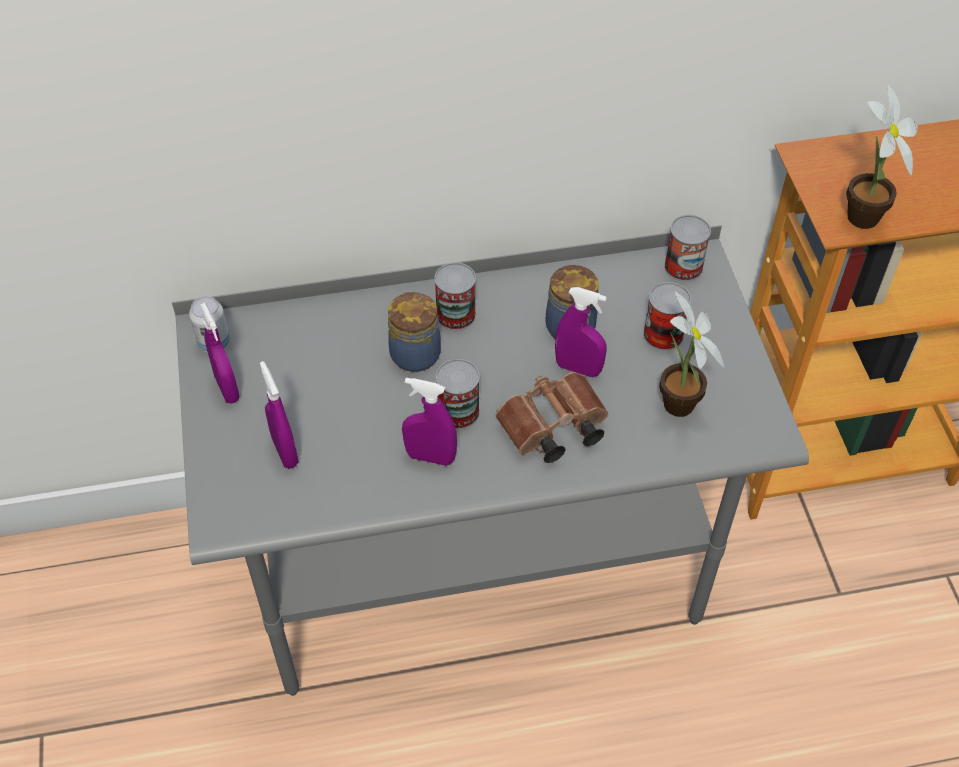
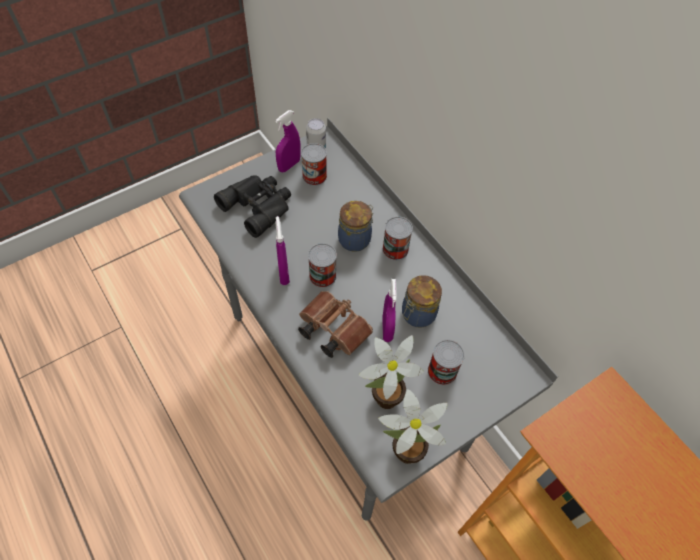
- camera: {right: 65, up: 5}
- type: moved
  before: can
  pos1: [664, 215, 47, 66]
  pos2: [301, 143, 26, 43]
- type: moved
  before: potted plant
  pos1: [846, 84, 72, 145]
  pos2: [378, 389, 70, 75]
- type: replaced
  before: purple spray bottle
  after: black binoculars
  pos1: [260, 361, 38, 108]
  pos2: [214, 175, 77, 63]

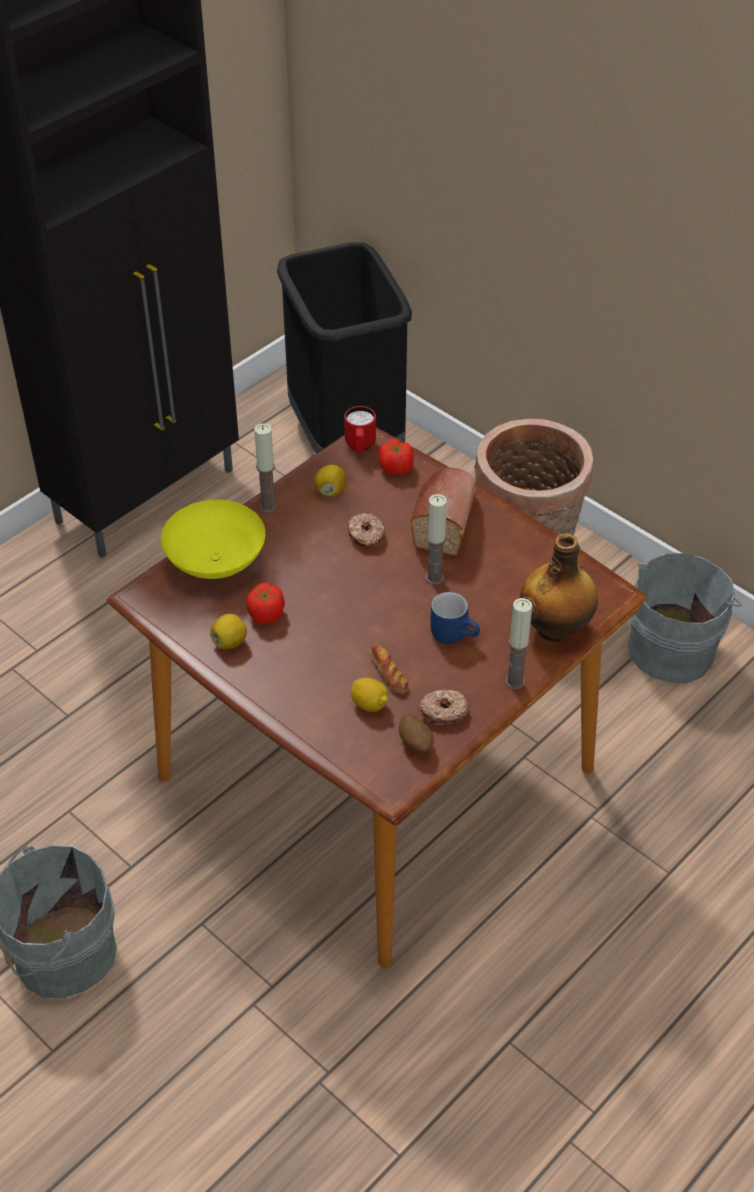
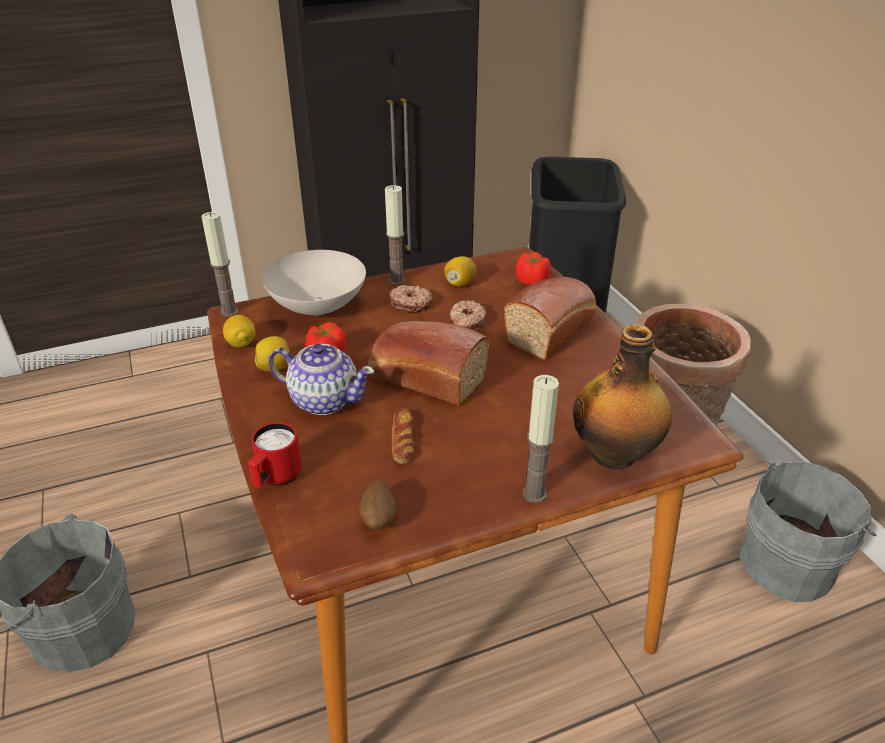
- camera: {right: 25, up: -10}
- type: removed
  before: blue mug
  pos1: [430, 592, 50, 52]
- type: added
  after: teapot
  pos2: [269, 344, 106, 71]
- type: added
  after: bread
  pos2: [368, 321, 122, 85]
- type: moved
  before: red mug
  pos1: [344, 406, 32, 47]
  pos2: [248, 422, 54, 66]
- type: moved
  before: lemon
  pos1: [351, 678, 37, 34]
  pos2: [223, 315, 32, 32]
- type: moved
  before: donut
  pos1: [419, 689, 50, 37]
  pos2: [389, 285, 44, 27]
- type: moved
  before: candle
  pos1: [426, 494, 21, 91]
  pos2: [201, 212, 38, 104]
- type: recoloured
  before: yellow bowl
  after: white bowl
  pos1: [161, 500, 104, 79]
  pos2: [262, 250, 104, 65]

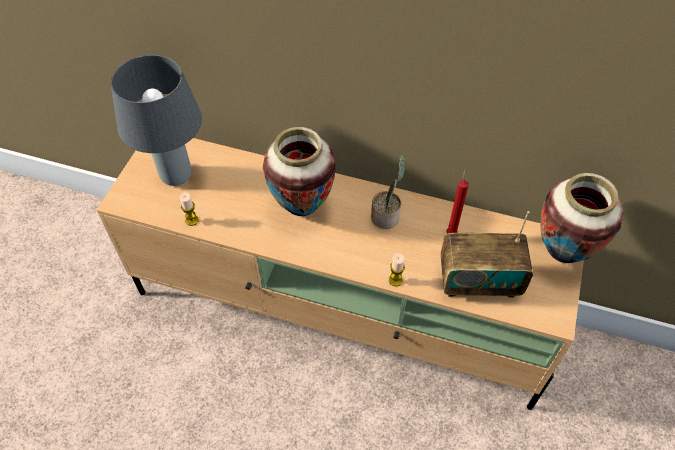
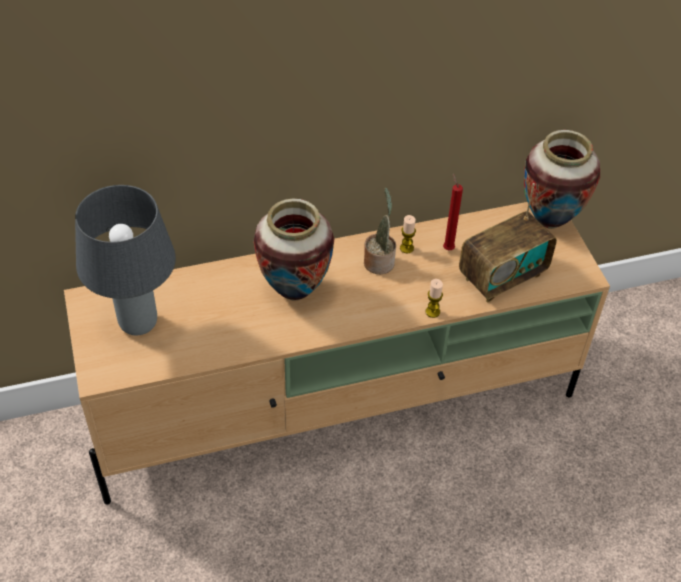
- camera: {right: -35, up: -5}
- type: moved
  before: candle
  pos1: [180, 192, 19, 34]
  pos2: [400, 215, 16, 39]

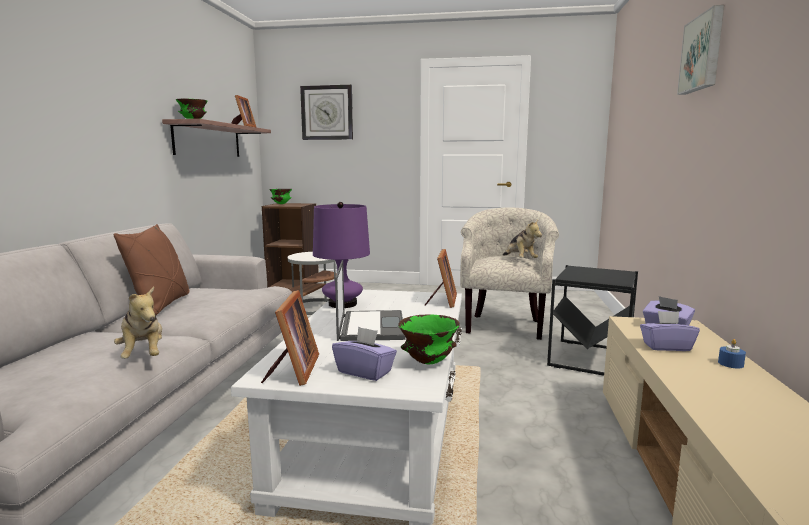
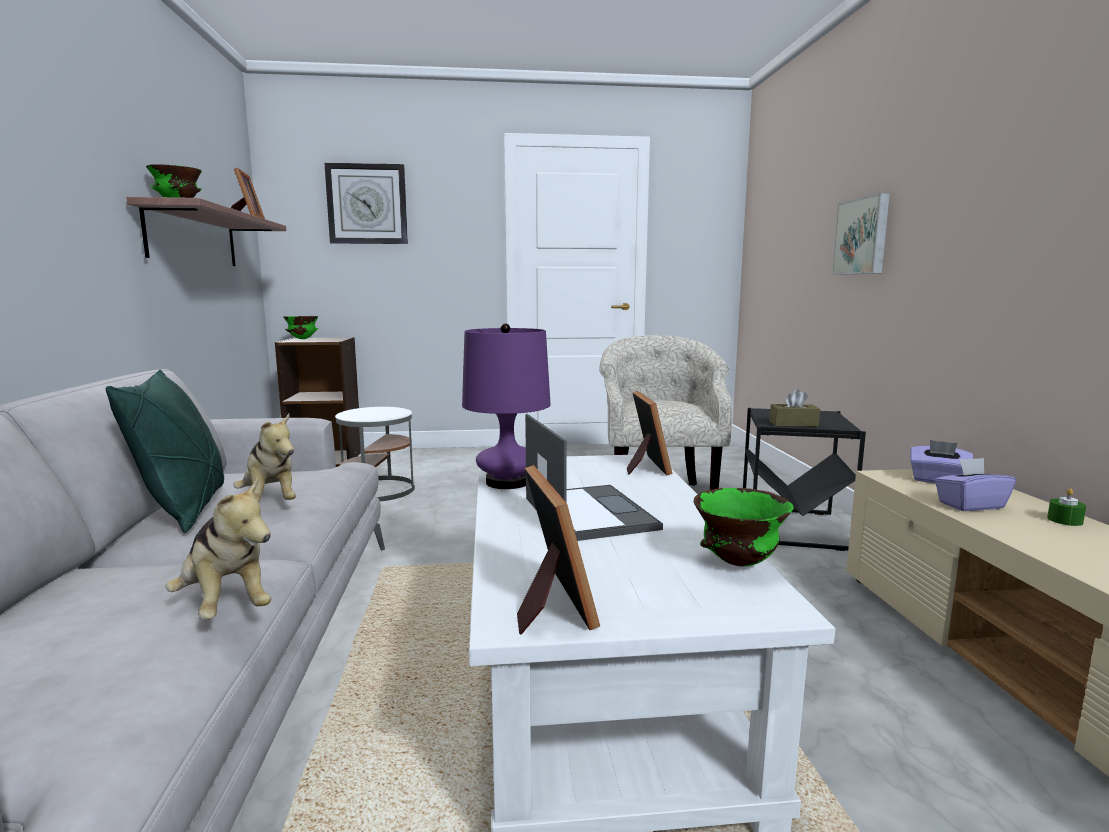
- camera: {right: -15, up: 0}
- type: removed
  before: purple tissue box
  pos1: [332, 326, 65, 55]
- type: added
  after: brown tissue box
  pos2: [770, 389, 50, 38]
- type: moved
  before: plush toy
  pos1: [503, 220, 39, 38]
  pos2: [233, 414, 63, 88]
- type: moved
  before: picture
  pos1: [677, 5, 47, 90]
  pos2: [832, 193, 58, 82]
- type: recoloured
  before: brown pillow
  after: green pillow
  pos1: [114, 224, 76, 91]
  pos2: [106, 370, 118, 163]
- type: recoloured
  before: blue candle
  after: green candle
  pos1: [718, 339, 28, 29]
  pos2: [1047, 488, 39, 38]

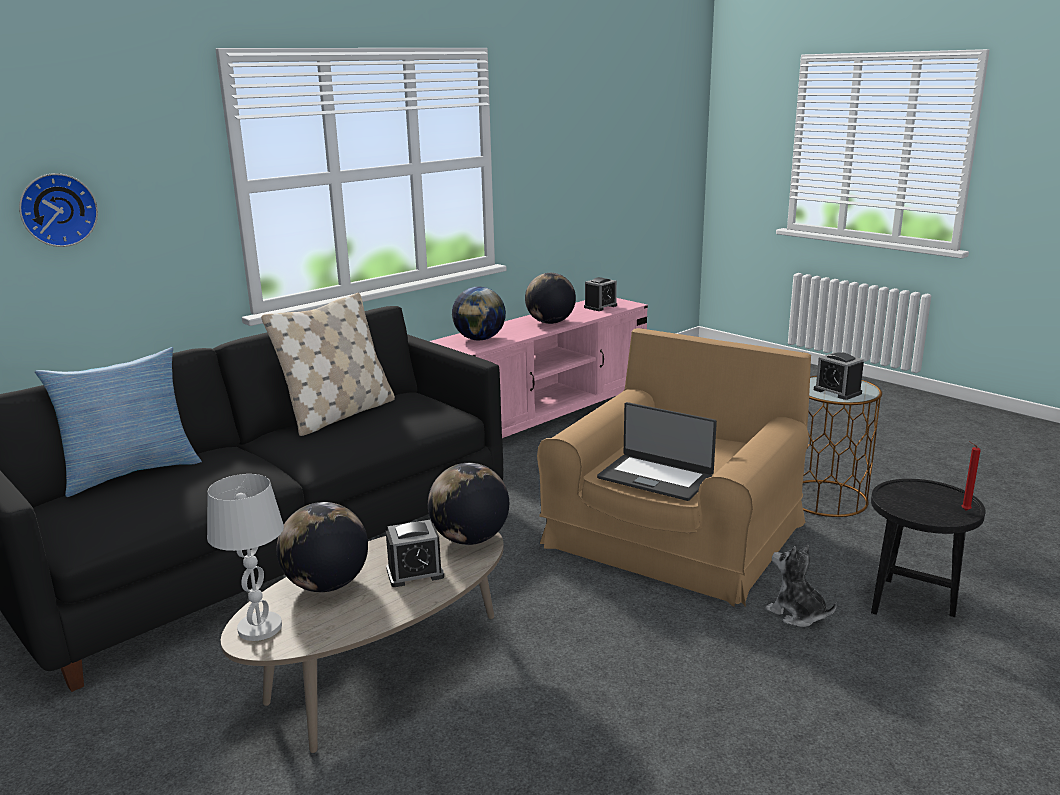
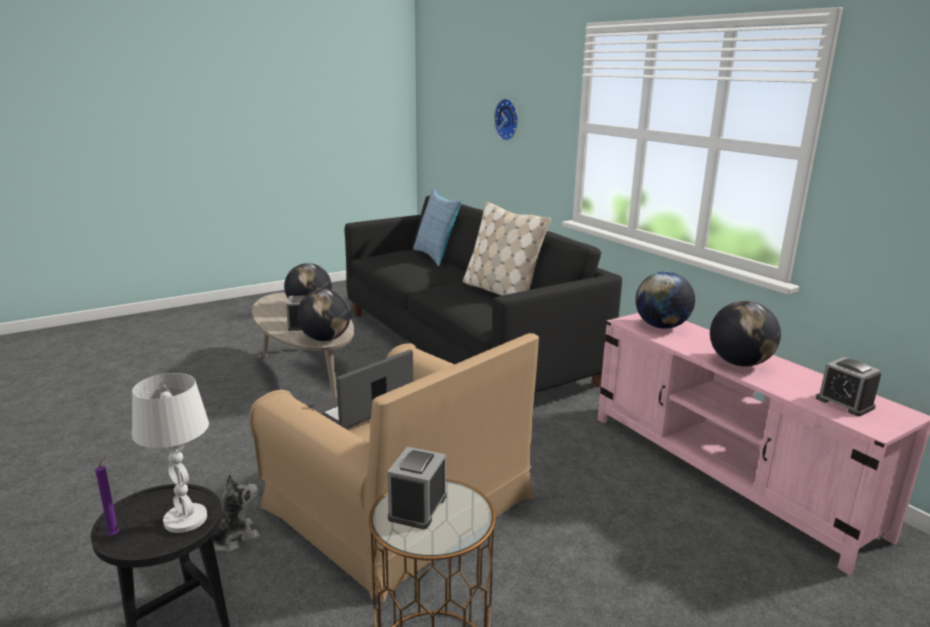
- camera: {right: 100, up: 0}
- type: moved
  before: white table lamp
  pos1: [207, 474, 77, 167]
  pos2: [132, 373, 77, 160]
- type: recoloured
  before: red candle
  after: purple candle
  pos1: [961, 441, 20, 69]
  pos2: [95, 456, 24, 79]
- type: turned
  before: alarm clock
  pos1: [814, 352, 50, 48]
  pos2: [387, 447, 59, 82]
  turn: -45

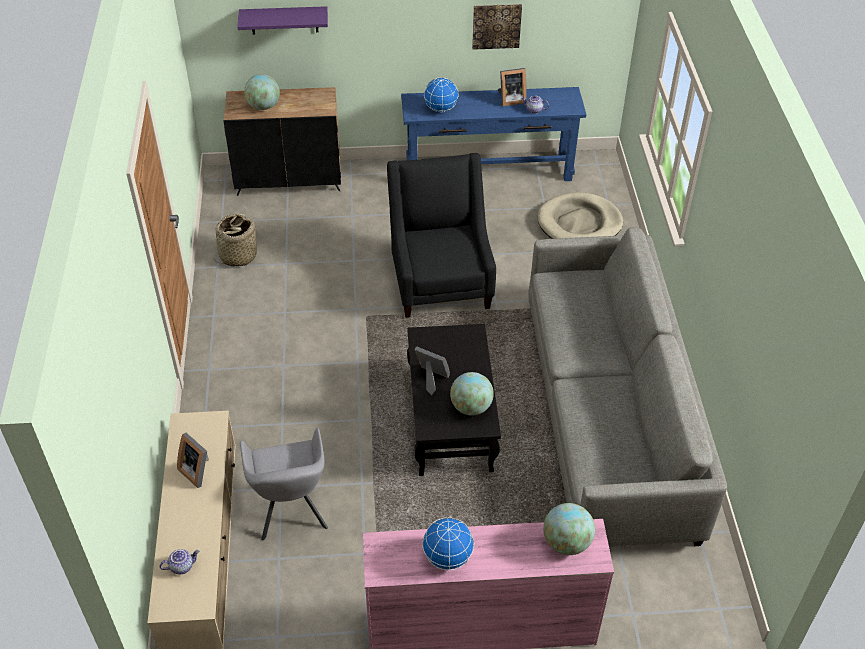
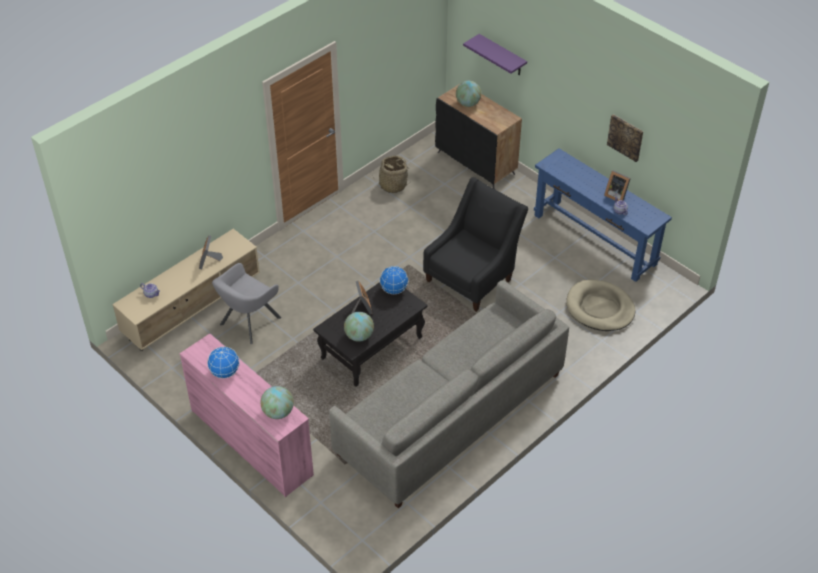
- camera: {right: 50, up: 0}
- type: moved
  before: globe
  pos1: [424, 77, 34, 35]
  pos2: [380, 266, 29, 28]

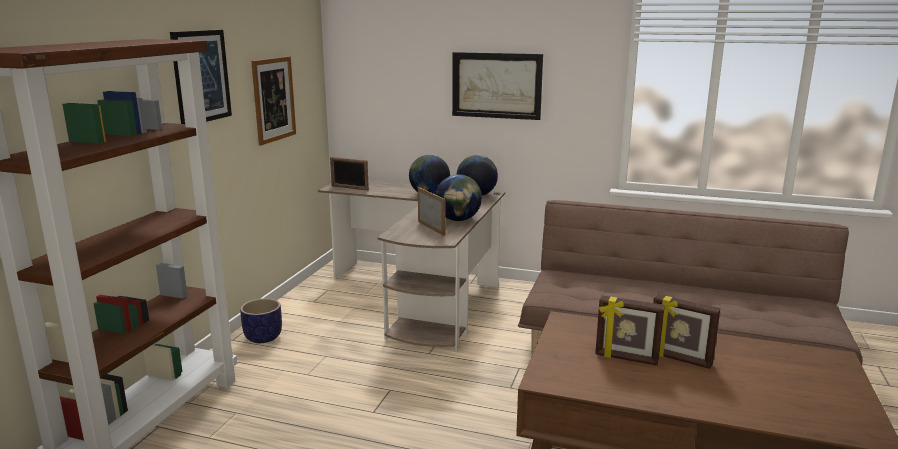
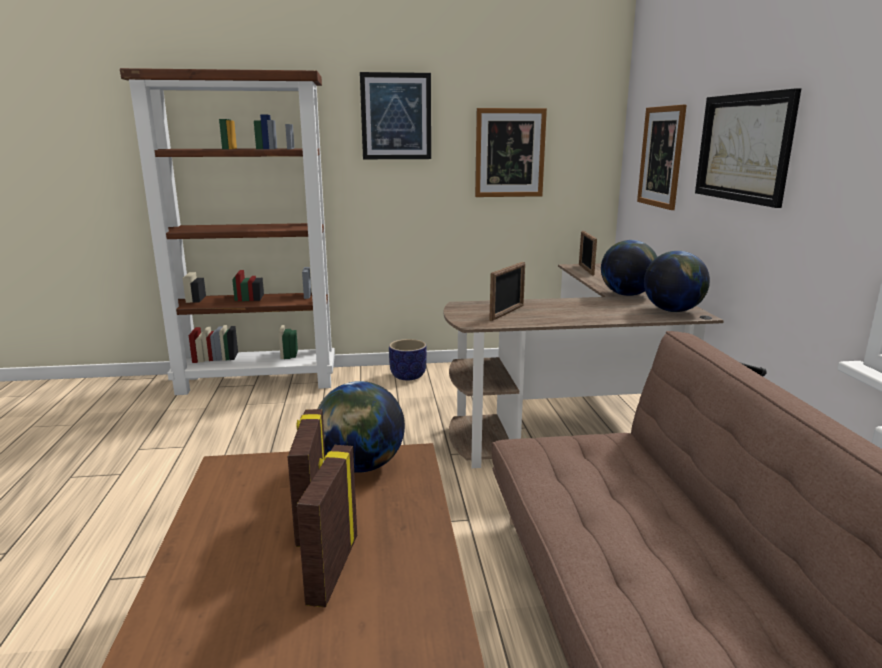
- camera: {right: 65, up: 0}
- type: added
  after: picture
  pos2: [637, 105, 50, 105]
- type: moved
  before: globe
  pos1: [435, 174, 47, 47]
  pos2: [318, 381, 87, 92]

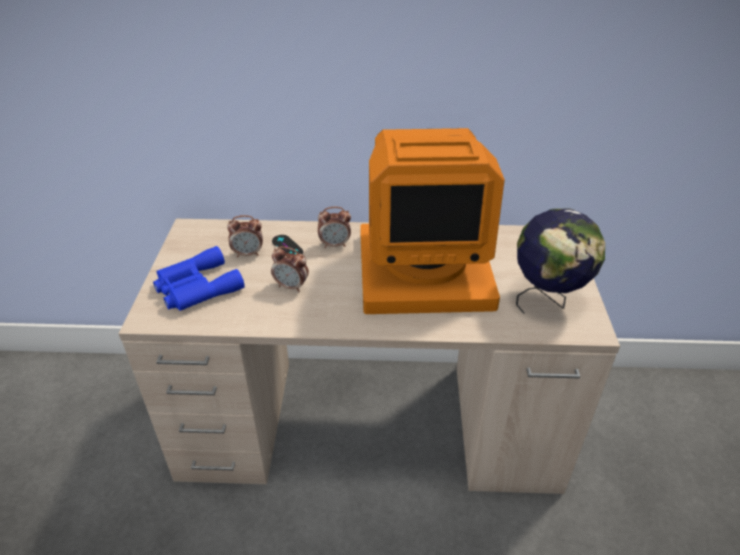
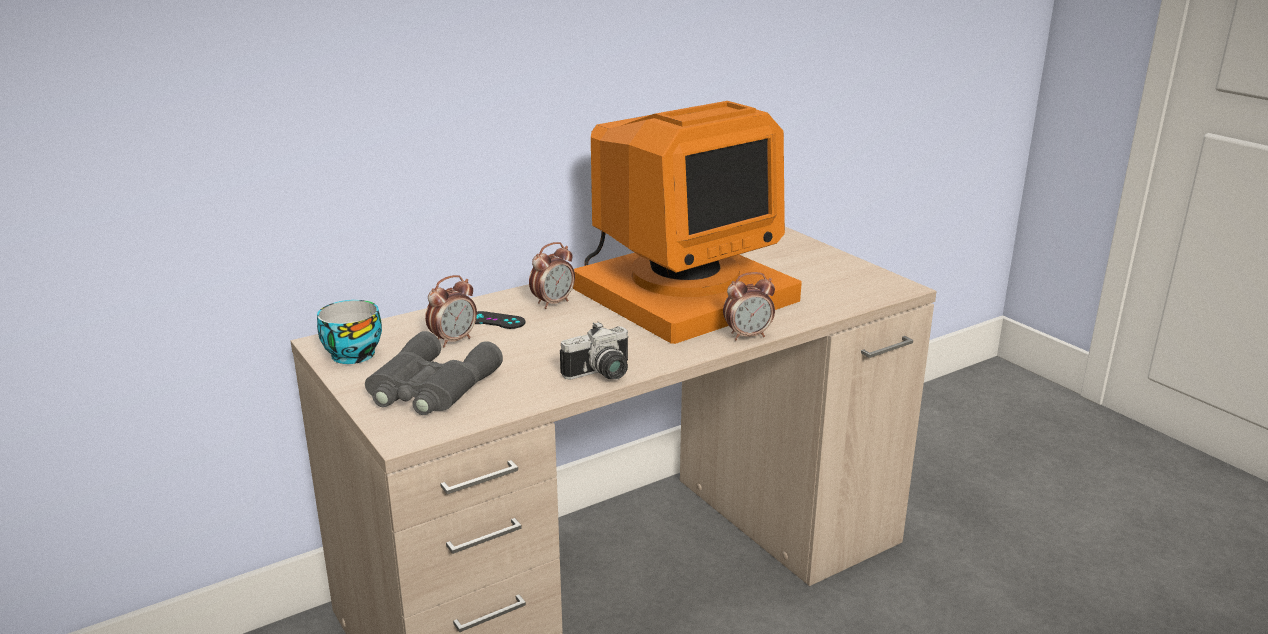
- camera: {right: -35, up: -15}
- type: removed
  before: globe
  pos1: [516, 209, 89, 105]
- type: added
  after: cup
  pos2: [317, 300, 65, 64]
- type: added
  after: photo camera
  pos2: [560, 322, 69, 58]
- type: moved
  before: alarm clock
  pos1: [271, 246, 38, 46]
  pos2: [723, 272, 52, 68]
- type: recoloured
  before: blue binoculars
  after: grey binoculars
  pos1: [153, 246, 92, 65]
  pos2: [365, 331, 138, 84]

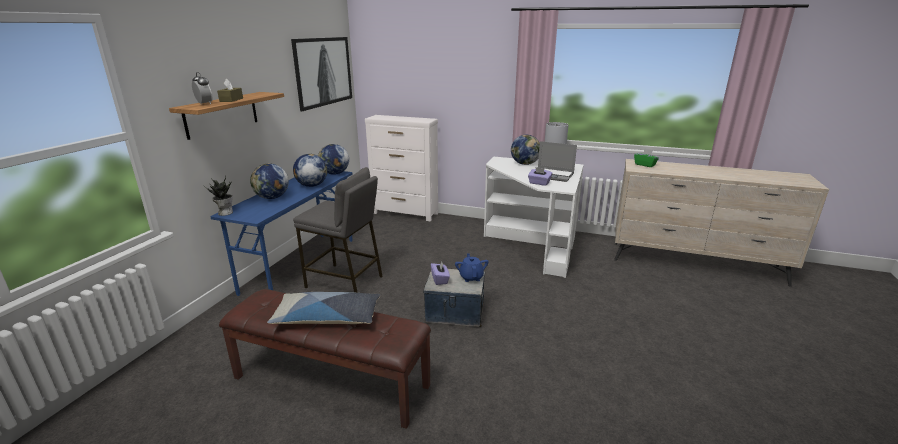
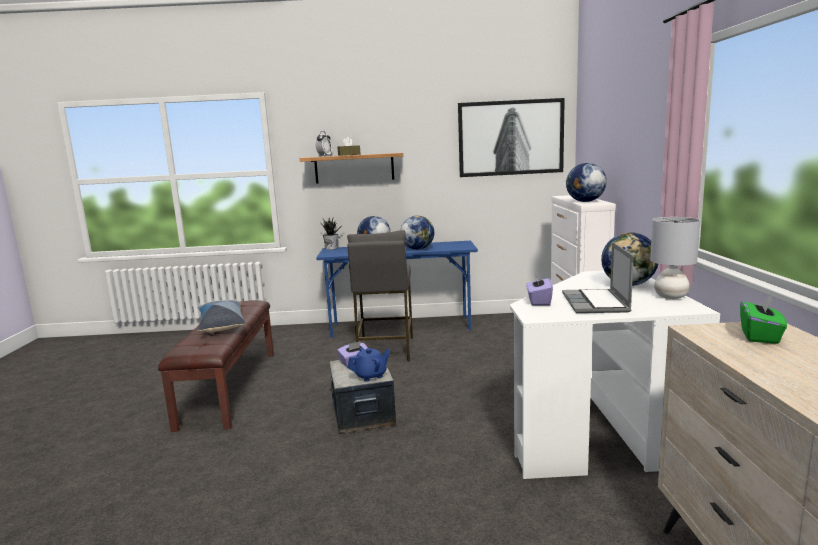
- camera: {right: 70, up: -10}
- type: moved
  before: globe
  pos1: [318, 144, 31, 31]
  pos2: [566, 163, 41, 39]

